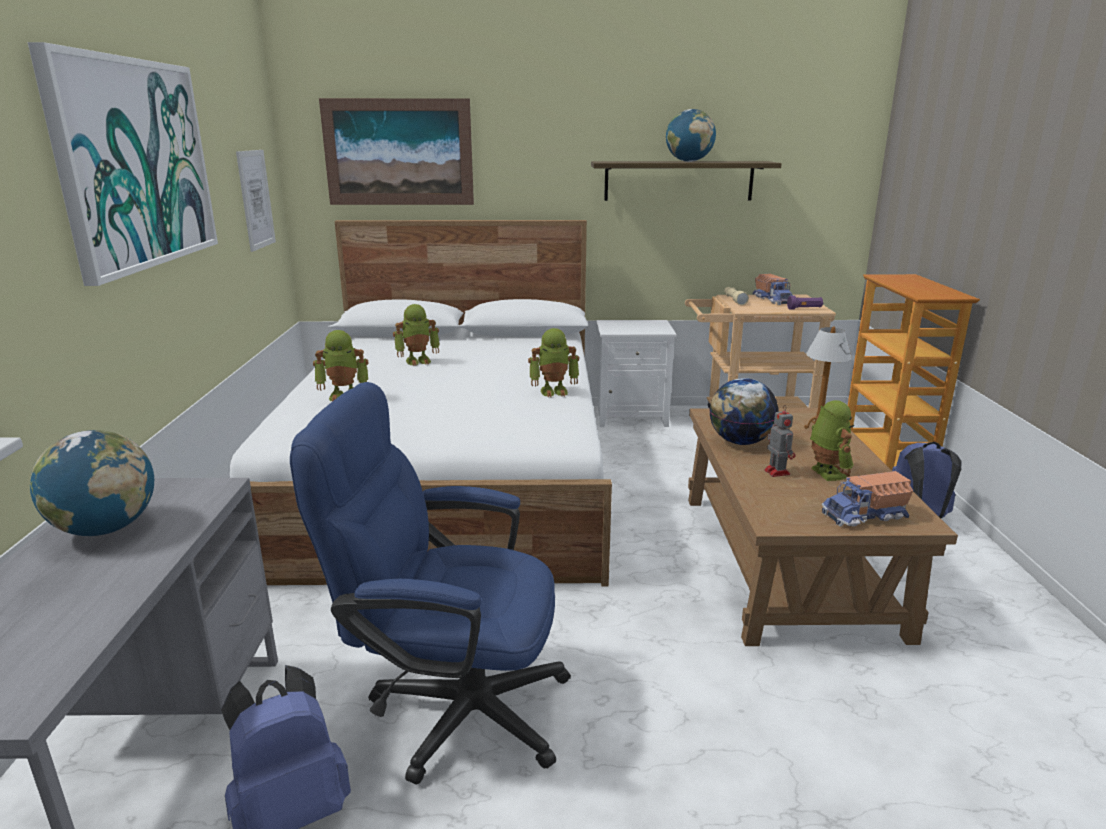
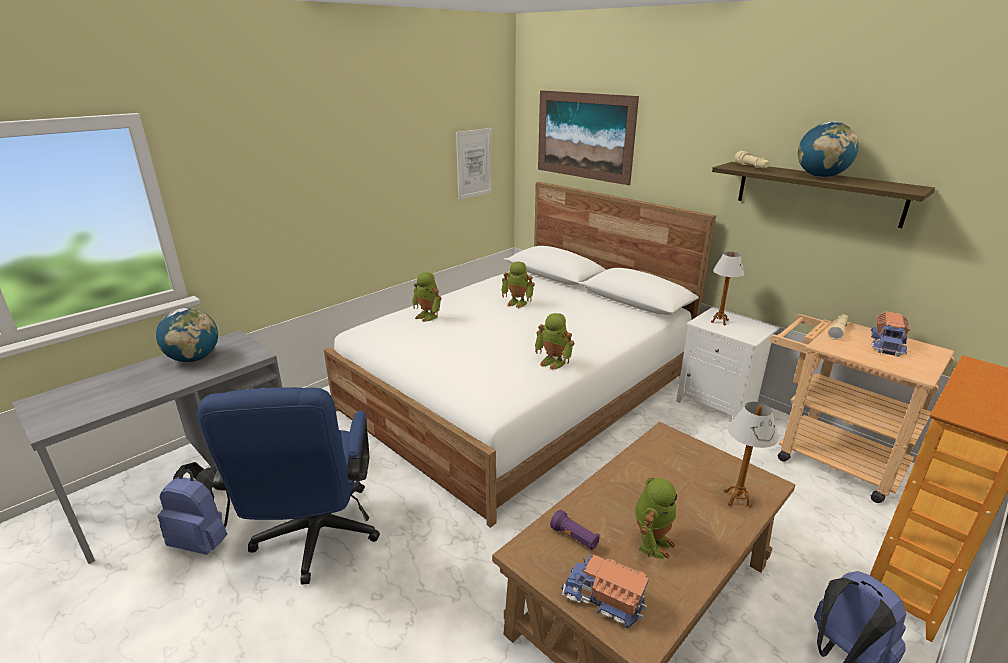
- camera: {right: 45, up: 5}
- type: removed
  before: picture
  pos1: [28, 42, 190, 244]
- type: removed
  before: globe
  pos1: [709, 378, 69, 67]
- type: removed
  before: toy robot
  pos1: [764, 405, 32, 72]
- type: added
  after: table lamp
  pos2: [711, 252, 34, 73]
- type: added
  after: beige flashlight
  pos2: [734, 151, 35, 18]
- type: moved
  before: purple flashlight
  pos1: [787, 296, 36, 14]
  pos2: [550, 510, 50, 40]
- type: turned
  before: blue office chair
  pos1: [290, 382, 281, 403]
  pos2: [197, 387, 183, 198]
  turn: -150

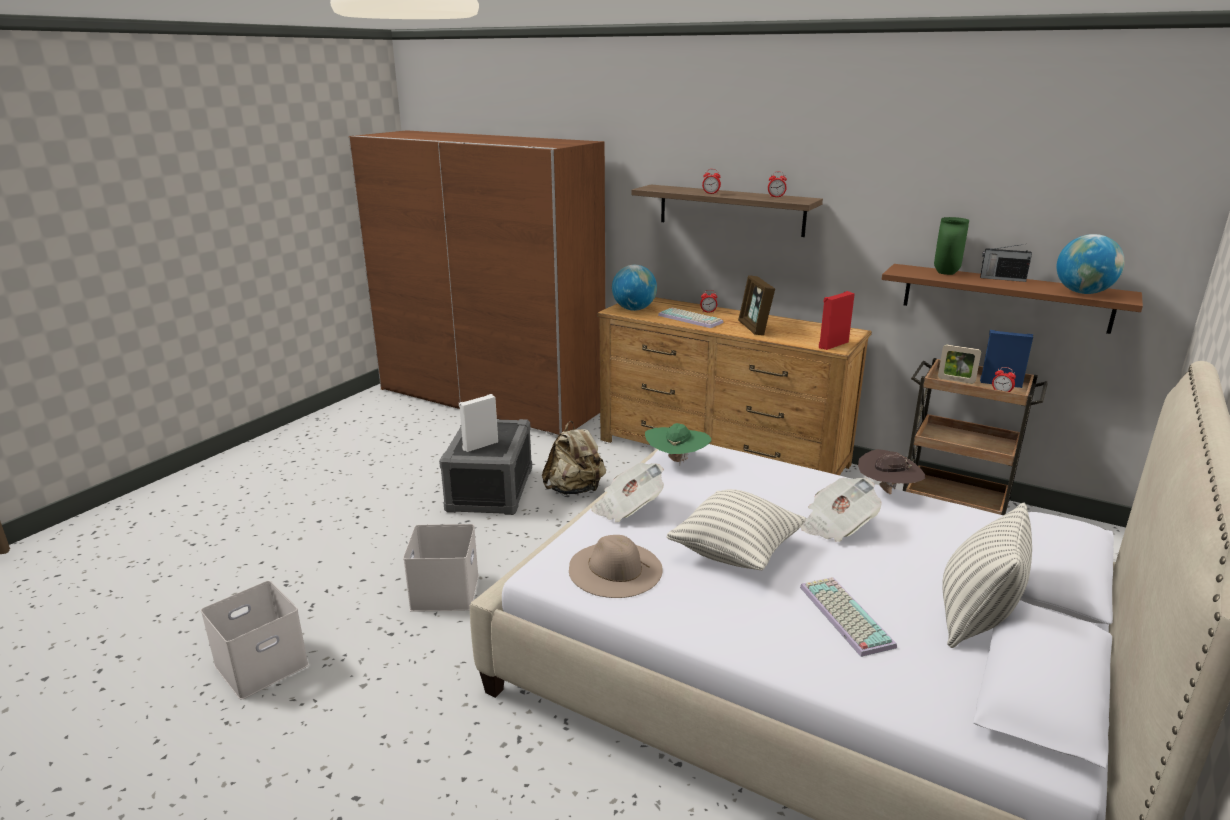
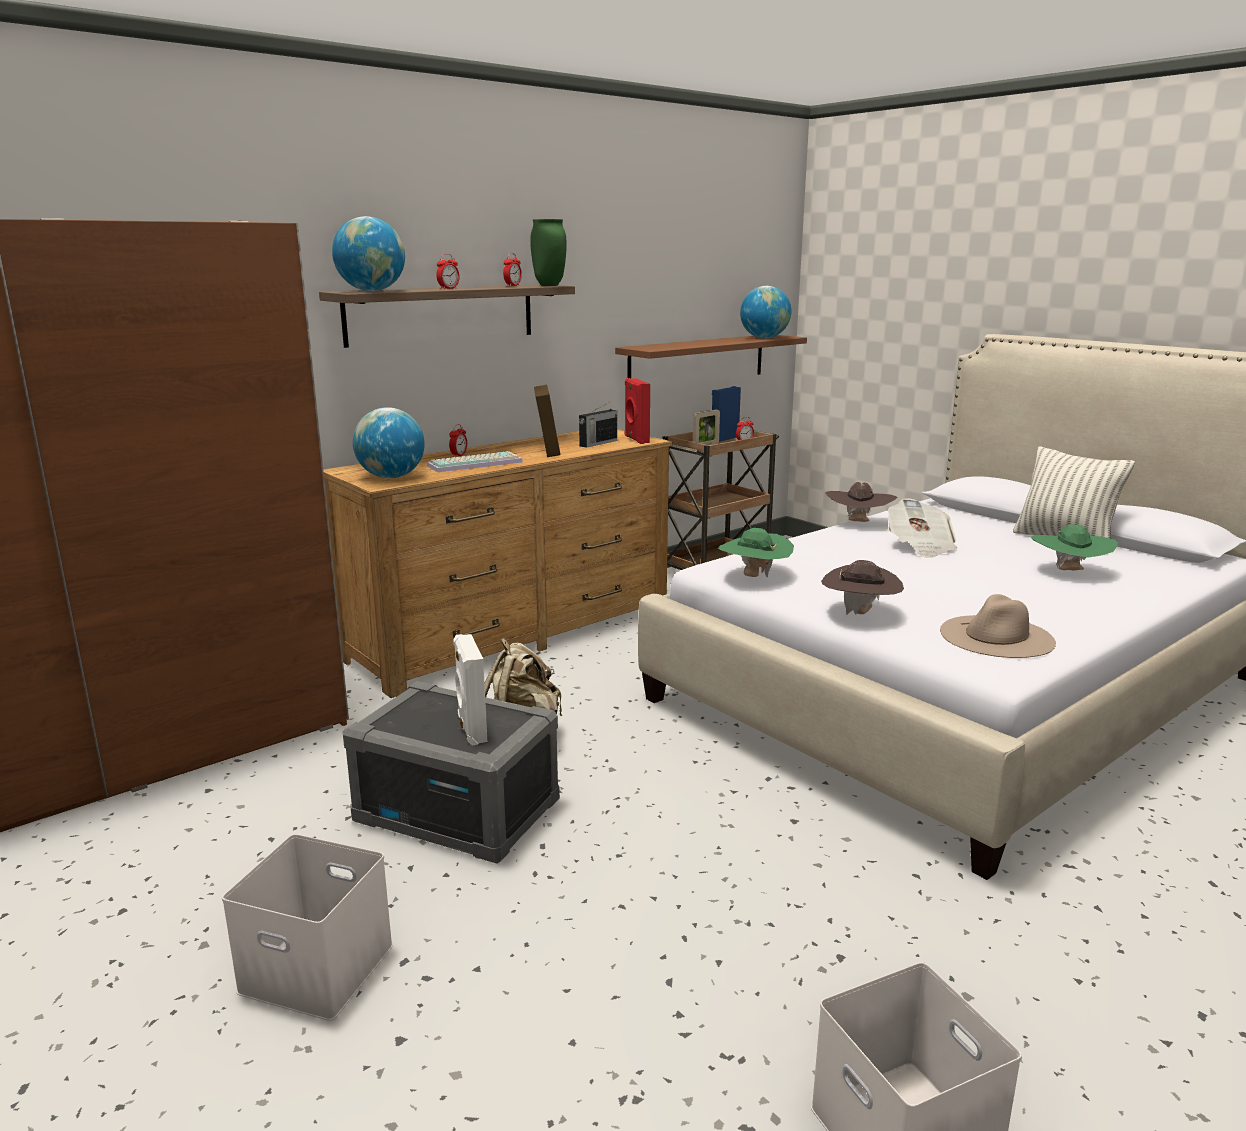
- camera: {right: -70, up: -5}
- type: removed
  before: pillow
  pos1: [666, 489, 140, 81]
- type: added
  after: globe
  pos2: [332, 216, 73, 75]
- type: moved
  before: white storage box
  pos1: [403, 524, 76, 88]
  pos2: [222, 834, 171, 187]
- type: moved
  before: green vase
  pos1: [934, 217, 35, 58]
  pos2: [530, 219, 37, 67]
- type: moved
  before: radio
  pos1: [980, 244, 52, 38]
  pos2: [579, 402, 38, 46]
- type: replaced
  before: newspaper
  after: brown hat
  pos1: [591, 463, 73, 59]
  pos2: [821, 560, 83, 55]
- type: replaced
  before: keyboard
  after: green hat
  pos1: [800, 577, 97, 80]
  pos2: [1031, 525, 87, 45]
- type: turned
  before: picture frame
  pos1: [738, 275, 37, 60]
  pos2: [534, 385, 26, 72]
  turn: -105

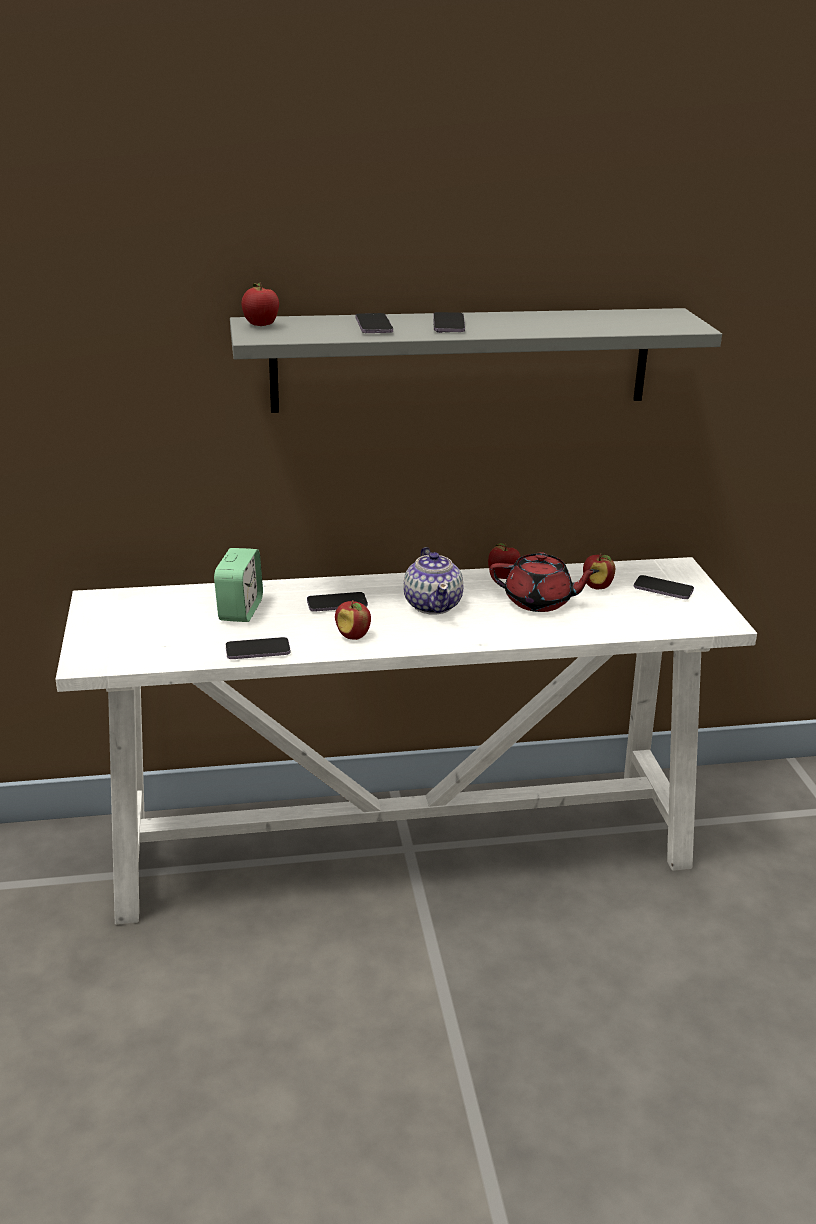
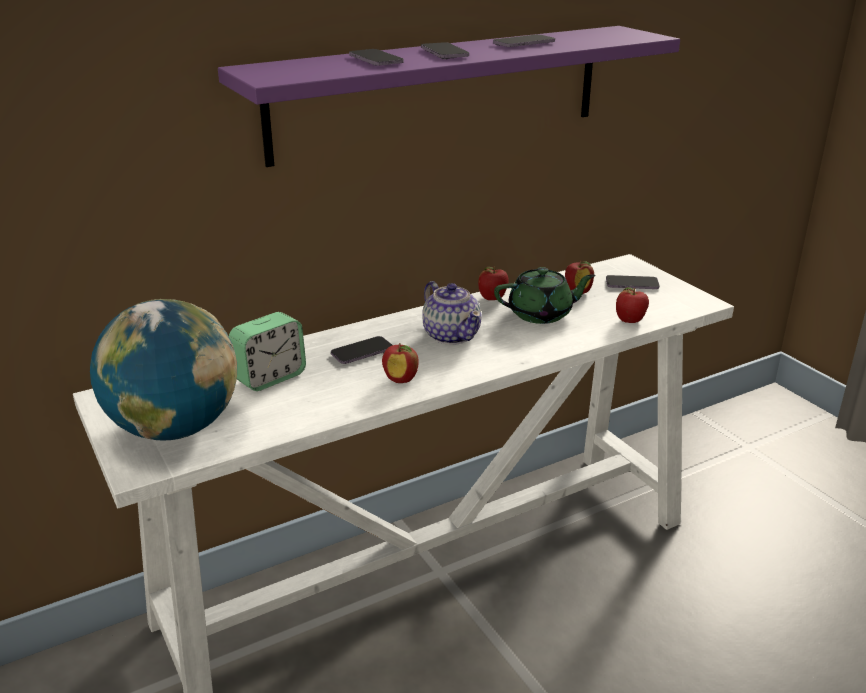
- camera: {right: -20, up: 0}
- type: added
  after: globe
  pos2: [90, 299, 147, 142]
- type: moved
  before: phone
  pos1: [226, 637, 64, 22]
  pos2: [493, 35, 62, 12]
- type: moved
  before: apple
  pos1: [241, 283, 38, 43]
  pos2: [616, 287, 33, 36]
- type: recoloured
  before: grey shelf
  after: purple shelf
  pos1: [230, 308, 492, 105]
  pos2: [218, 26, 462, 141]
- type: recoloured
  before: red teapot
  after: green teapot
  pos1: [489, 552, 110, 60]
  pos2: [494, 267, 102, 57]
- type: turned
  before: alarm clock
  pos1: [214, 548, 49, 74]
  pos2: [229, 312, 77, 79]
  turn: 60

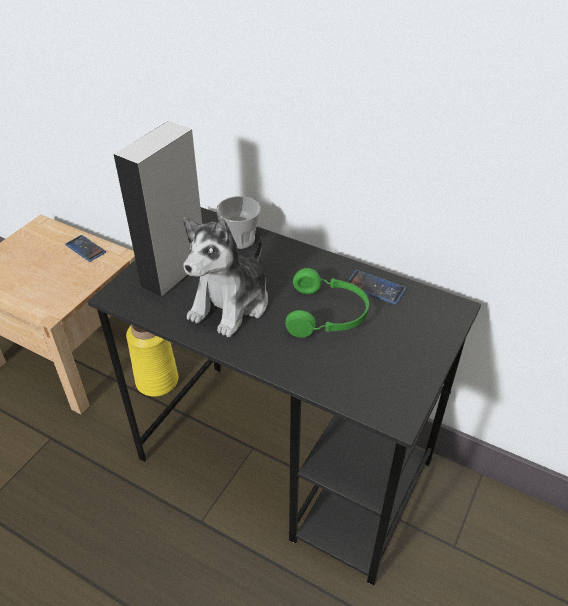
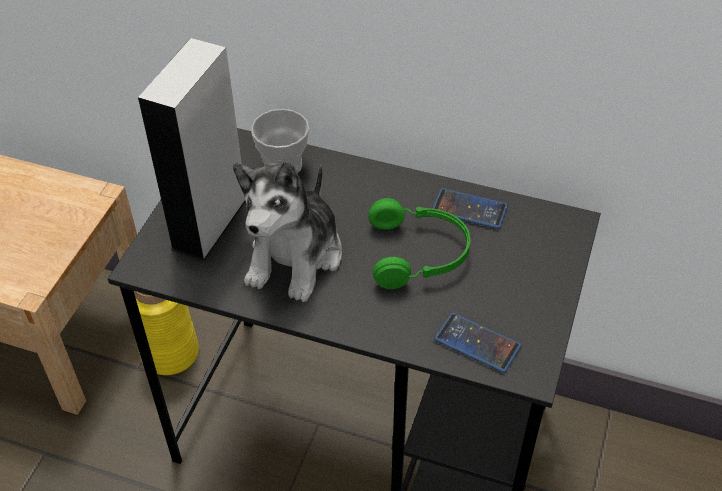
- camera: {right: -10, up: 5}
- type: moved
  before: phone
  pos1: [65, 235, 41, 27]
  pos2: [434, 313, 88, 60]

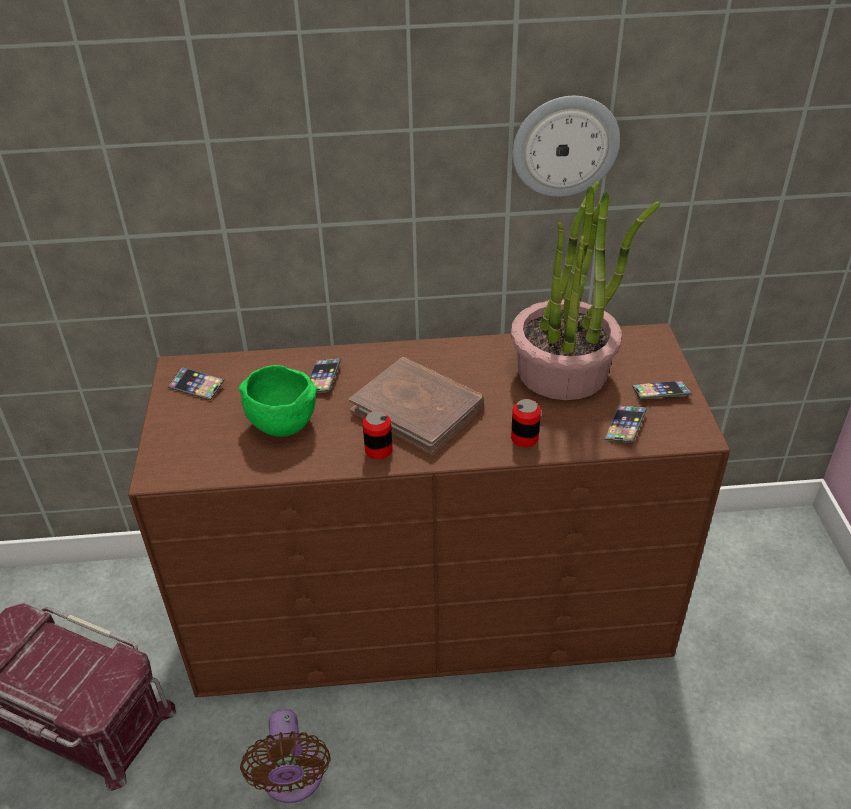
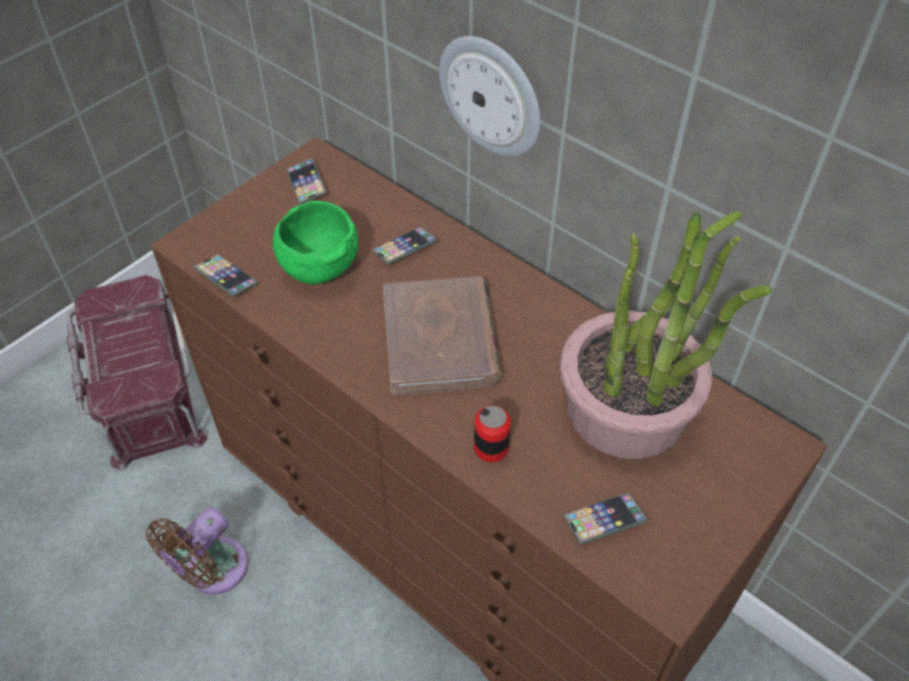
- camera: {right: 45, up: 10}
- type: removed
  before: can
  pos1: [363, 411, 30, 48]
- type: moved
  before: wall clock
  pos1: [512, 96, 108, 101]
  pos2: [439, 36, 102, 121]
- type: moved
  before: phone
  pos1: [632, 381, 60, 18]
  pos2: [193, 254, 66, 43]

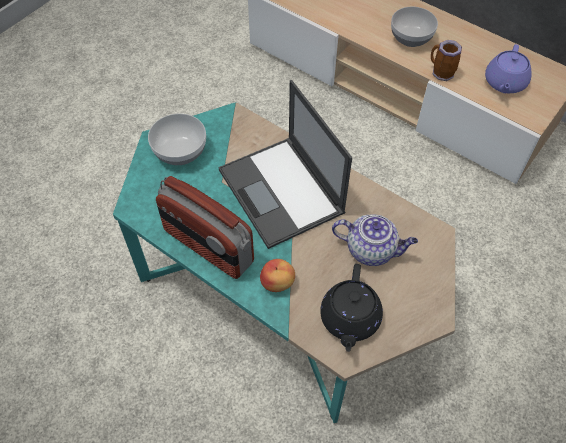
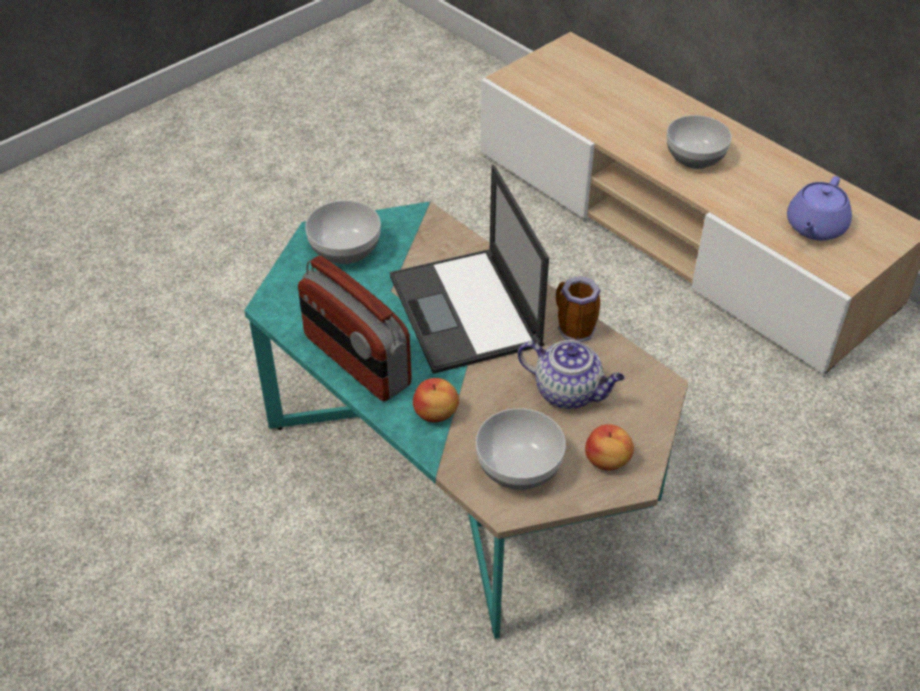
- camera: {right: 10, up: -10}
- type: added
  after: apple
  pos2: [585, 424, 49, 46]
- type: moved
  before: mug
  pos1: [431, 40, 31, 41]
  pos2: [556, 276, 45, 66]
- type: replaced
  before: black teapot
  after: bowl
  pos1: [320, 264, 63, 88]
  pos2: [476, 408, 90, 82]

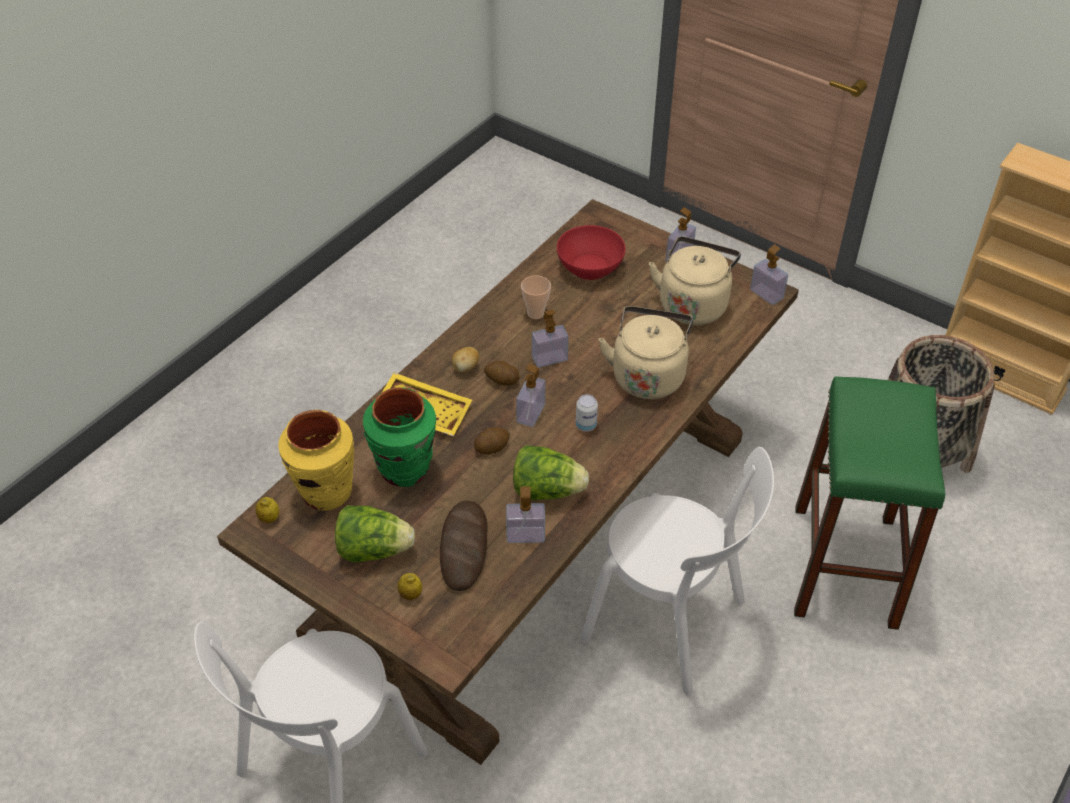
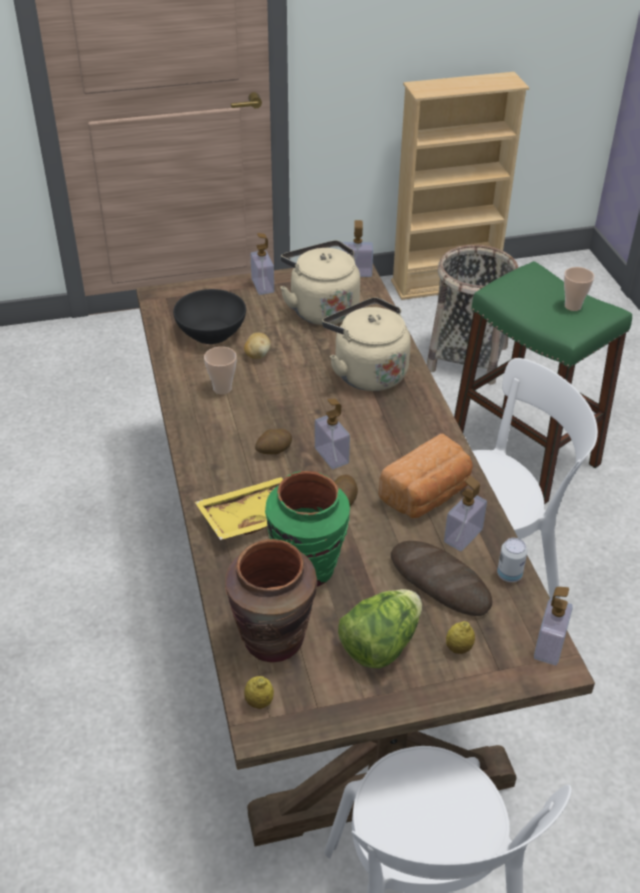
- camera: {right: -50, up: -5}
- type: added
  after: cup
  pos2: [564, 267, 30, 44]
- type: moved
  before: potato
  pos1: [452, 347, 27, 25]
  pos2: [244, 332, 27, 27]
- type: moved
  before: soap dispenser
  pos1: [532, 310, 37, 57]
  pos2: [534, 587, 39, 78]
- type: moved
  before: can
  pos1: [576, 394, 22, 38]
  pos2: [497, 538, 30, 44]
- type: replaced
  before: lettuce
  after: bread
  pos1: [513, 445, 76, 55]
  pos2: [378, 433, 95, 85]
- type: recoloured
  before: yellow vase
  after: brown vase
  pos1: [278, 410, 76, 101]
  pos2: [225, 539, 92, 123]
- type: recoloured
  before: red bowl
  after: black bowl
  pos1: [557, 225, 69, 55]
  pos2: [173, 289, 73, 55]

